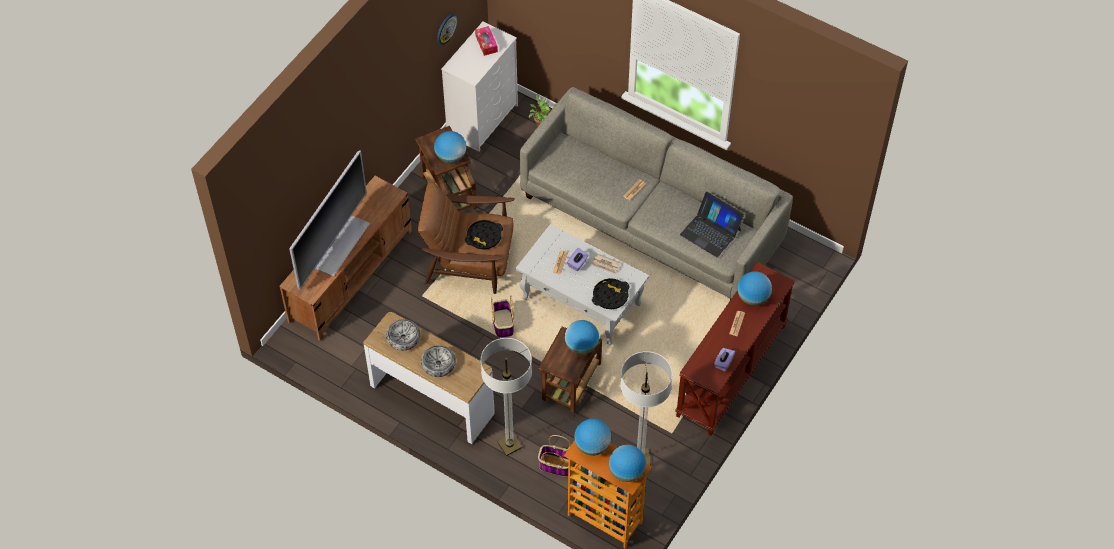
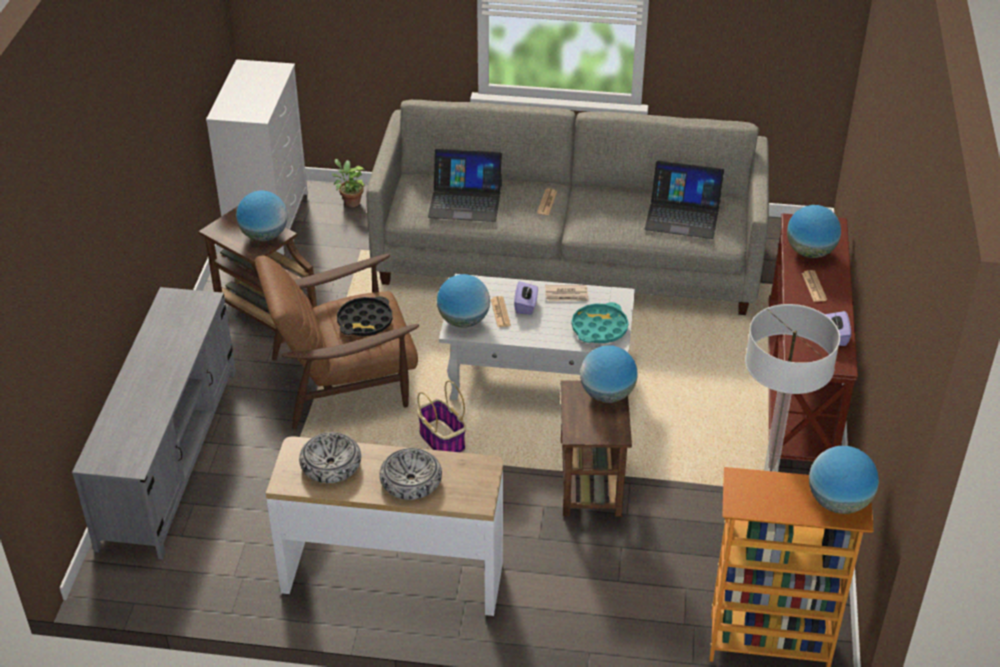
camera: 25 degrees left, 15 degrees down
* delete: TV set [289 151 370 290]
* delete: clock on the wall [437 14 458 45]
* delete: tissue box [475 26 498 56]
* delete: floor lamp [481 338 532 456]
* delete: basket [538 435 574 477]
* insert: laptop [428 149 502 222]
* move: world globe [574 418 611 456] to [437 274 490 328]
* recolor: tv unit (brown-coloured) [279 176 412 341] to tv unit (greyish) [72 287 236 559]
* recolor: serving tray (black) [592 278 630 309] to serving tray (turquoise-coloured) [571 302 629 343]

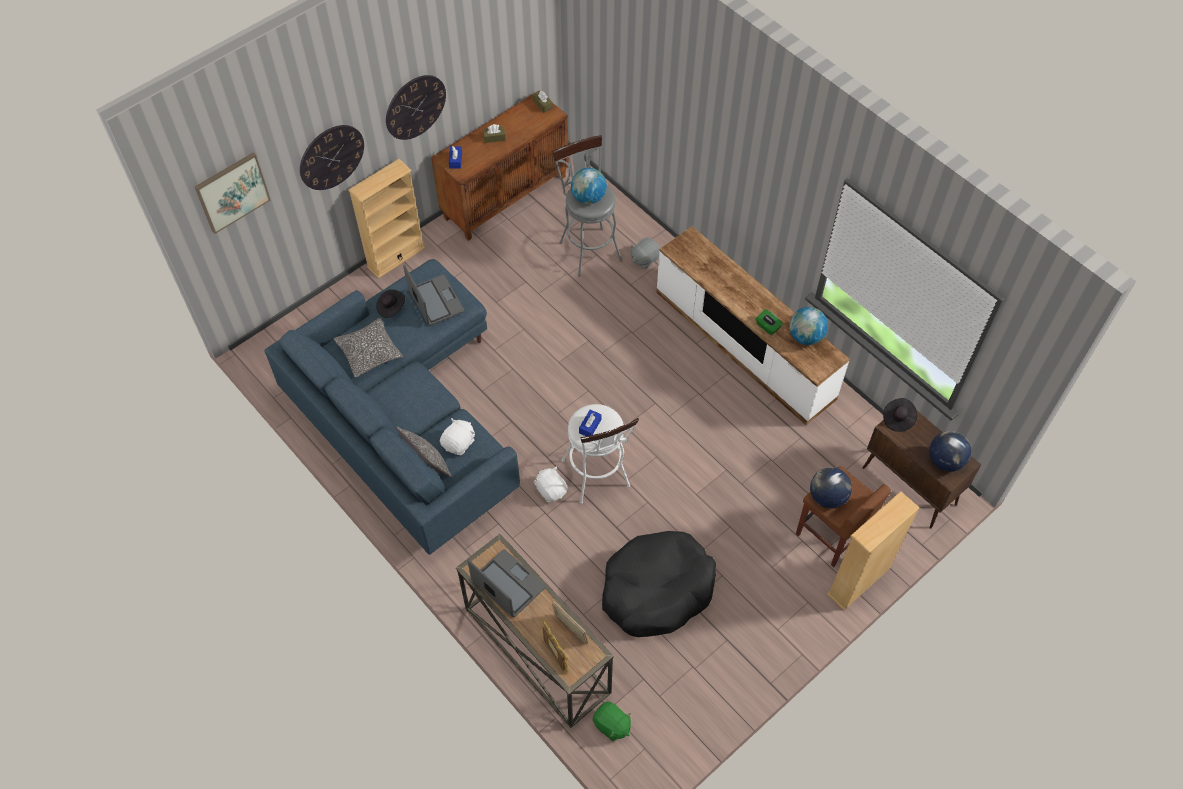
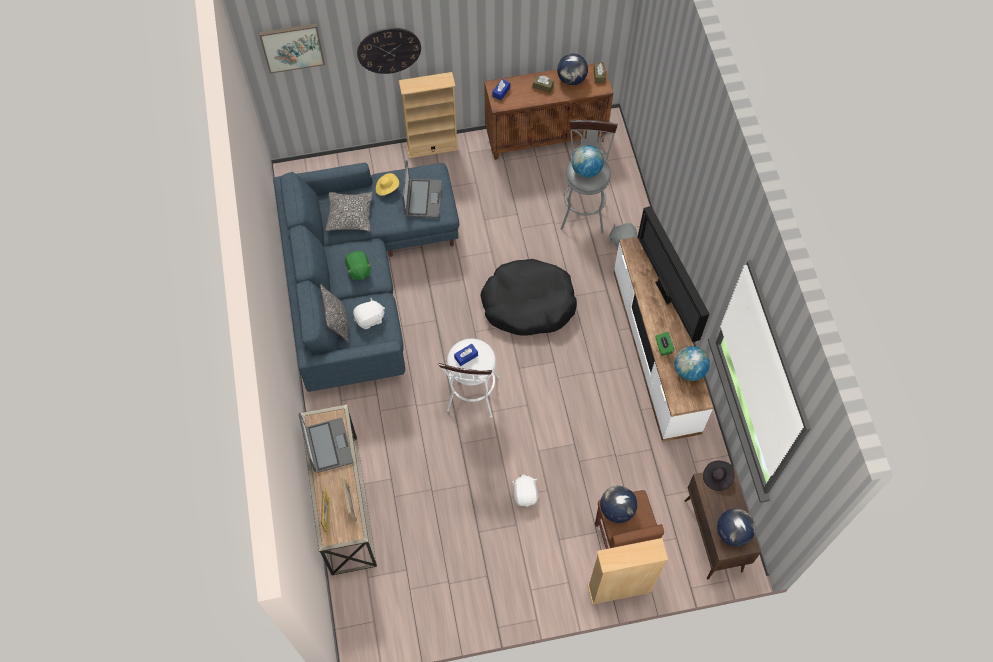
camera: 30 degrees right, 5 degrees up
* delete: clock on the wall [386 75 446 140]
* insert: world globe [557 54 588 85]
* insert: TV set [638 206 710 342]
* move: cuddly toy (whitish) [533 466 568 503] to [512 474 538 507]
* move: cuddly toy (greenish) [593 702 631 741] to [345 251 371 280]
* move: dog cushion (black) [602 531 716 637] to [480 259 577 336]
* recolor: clothing hat (black) [376 289 405 318] to clothing hat (yellow-coloured) [376 173 399 196]

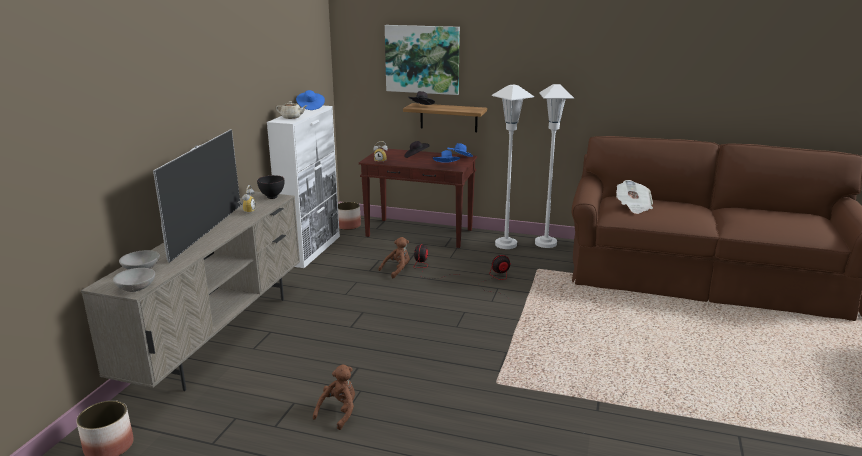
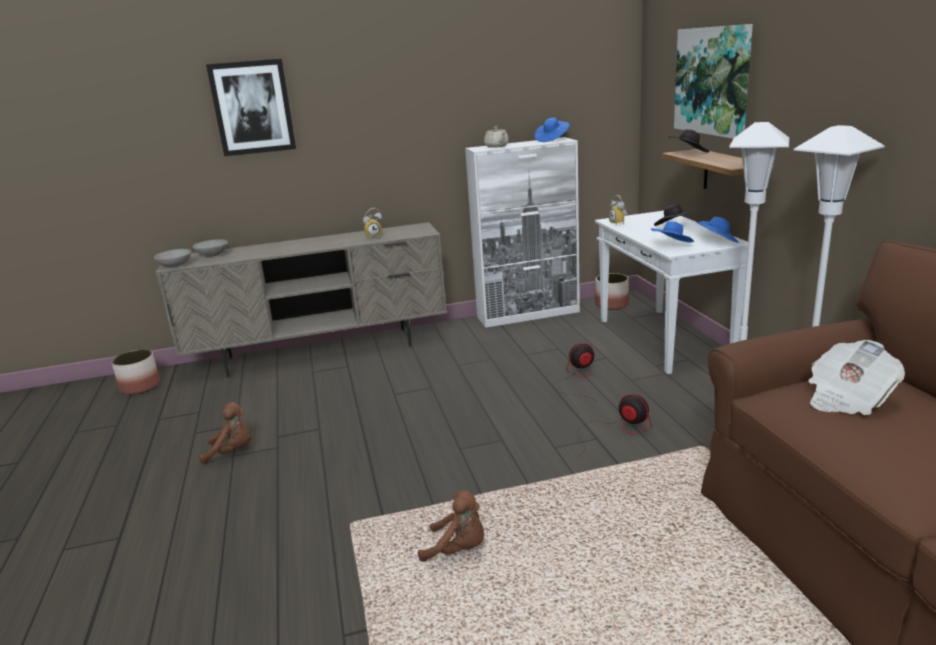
camera: 60 degrees right, 0 degrees up
* delete: TV set [153 130 241 263]
* delete: serving bowl (black) [257 175 284 199]
* insert: wall picture [206 59 296 156]
* move: cuddly toy (brown-coloured) [378 237 410 278] to [418 490 484 562]
* recolor: narrow table (brown-coloured) [359 148 477 248] to narrow table (whitish) [595 211 748 374]

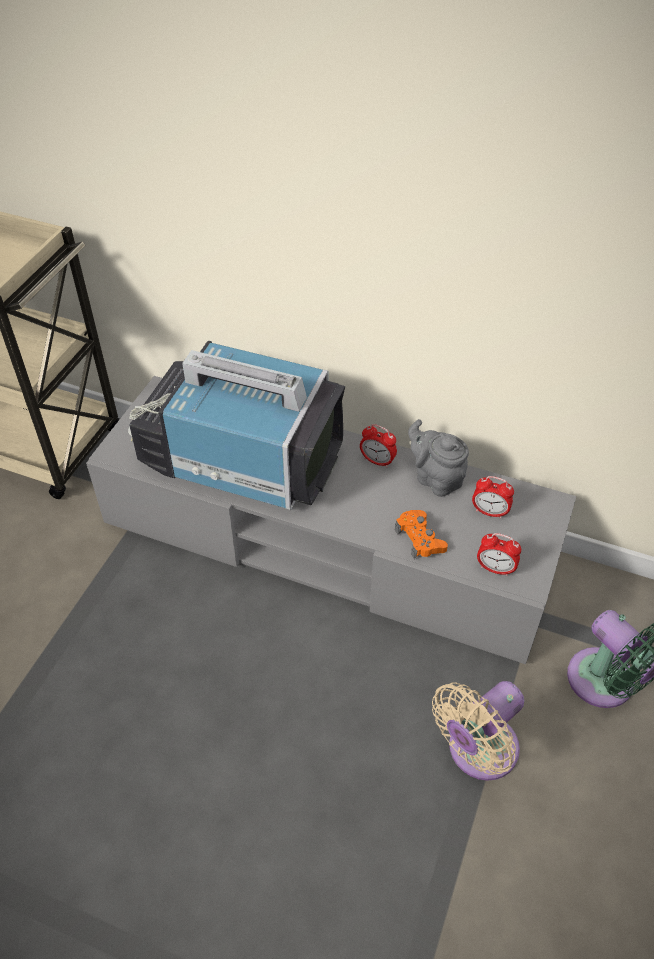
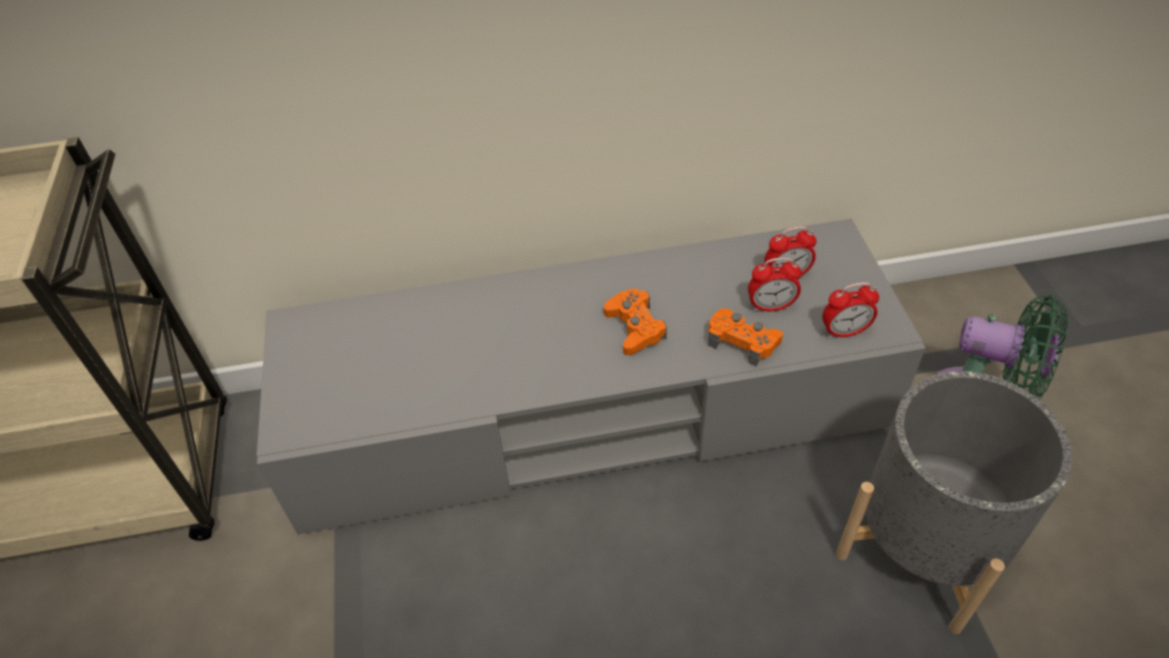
camera: 30 degrees left, 0 degrees up
* delete: TV set [128 341 345 510]
* delete: teapot (greyish) [408 419 469 497]
* insert: game controller (orange-coloured) [604 289 667 355]
* move: table clock [360 424 397 468] to [748 258 802 312]
* replace: cooling fan (sand-coloured) [432 681 524 781] to flower pot (greyish) [836 371 1072 634]

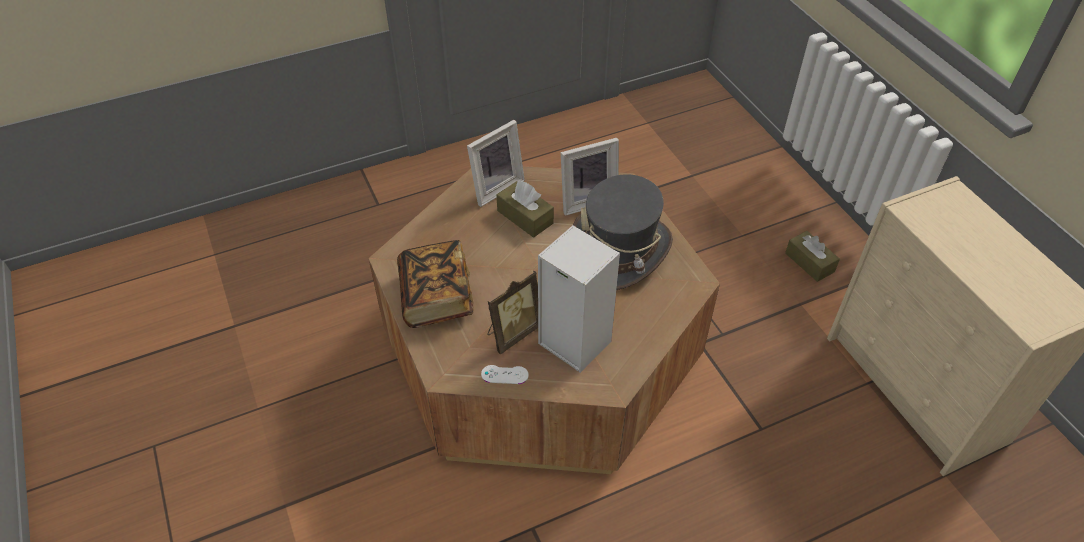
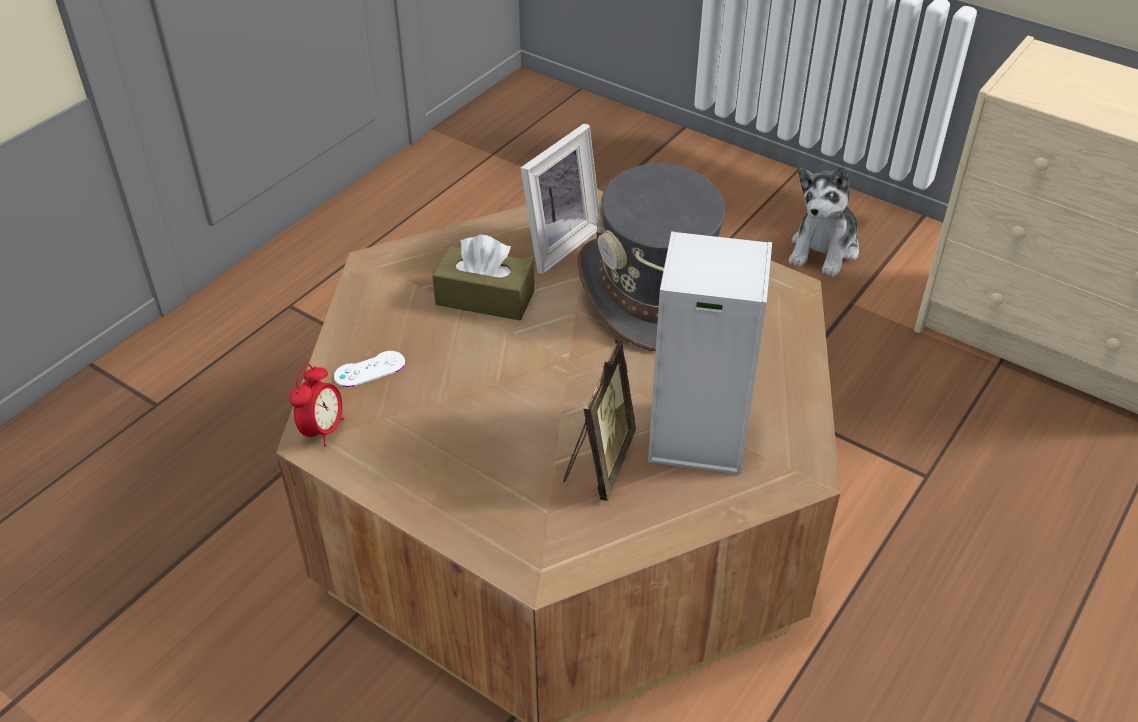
camera: 30 degrees left, 5 degrees down
* delete: volume [397 240 474 328]
* delete: standing frame [467 120 525 207]
* insert: table clock [289 364 344 447]
* move: game controller (whitish) [481 365 529 384] to [334 351 405 387]
* replace: tissue box (brown-coloured) [785 231 840 282] to cuddly toy [789 166 859 277]

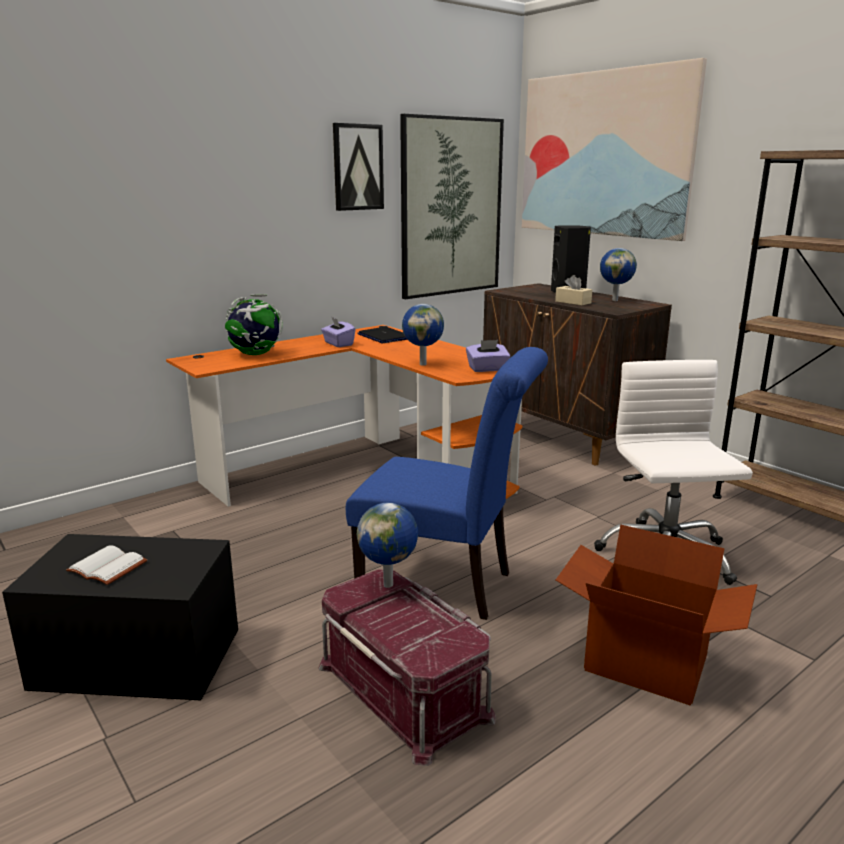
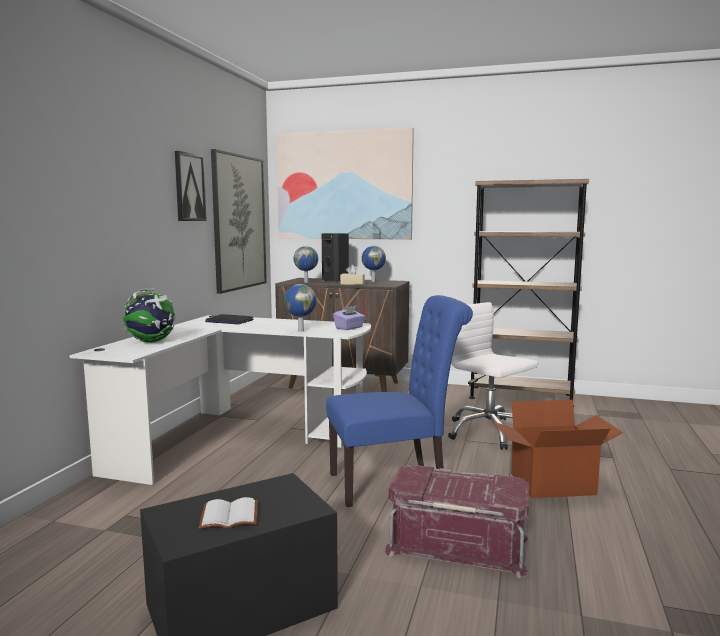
camera: 35 degrees left, 10 degrees down
* delete: tissue box (purplish) [321 317 355 347]
* move: world globe [357 503 418 588] to [293 246 318 283]
* recolor: desk unit (orange-coloured) [166 325 522 507] to desk unit (whitish) [69 315 371 485]

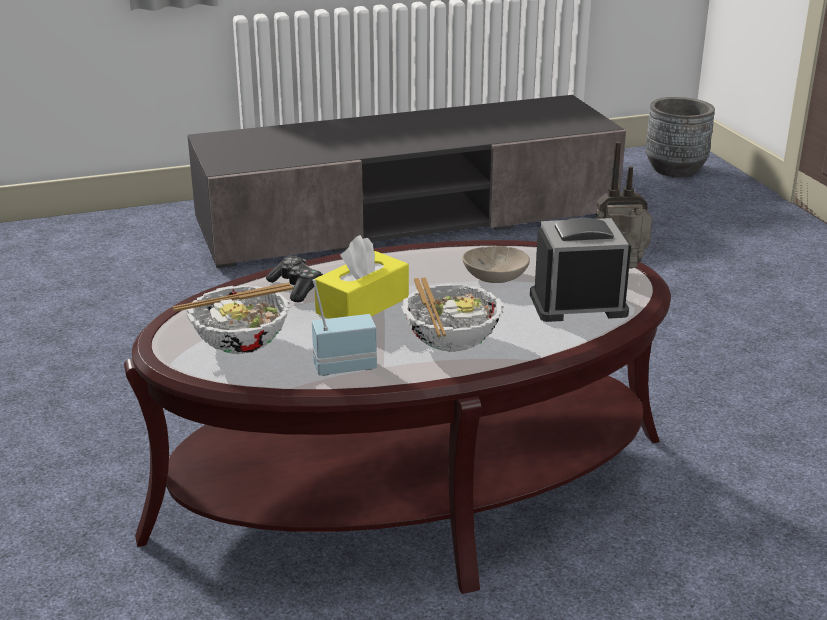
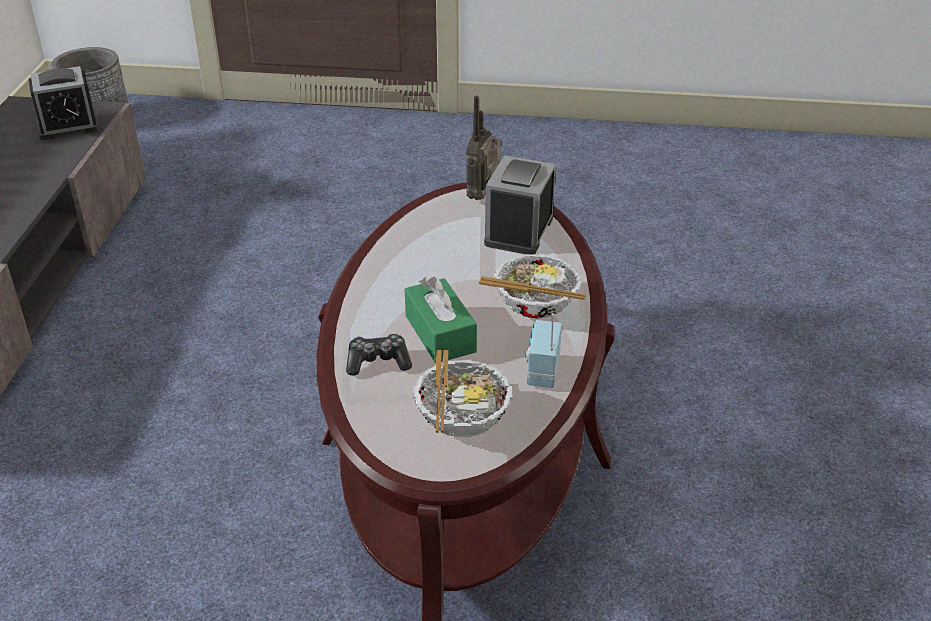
camera: 65 degrees left, 10 degrees up
* delete: serving bowl (sand-coloured) [462 246 530 283]
* insert: table clock [28 66 100 140]
* recolor: tissue box (yellow-coloured) [315 235 409 319] to tissue box (greenish) [405 277 477 363]

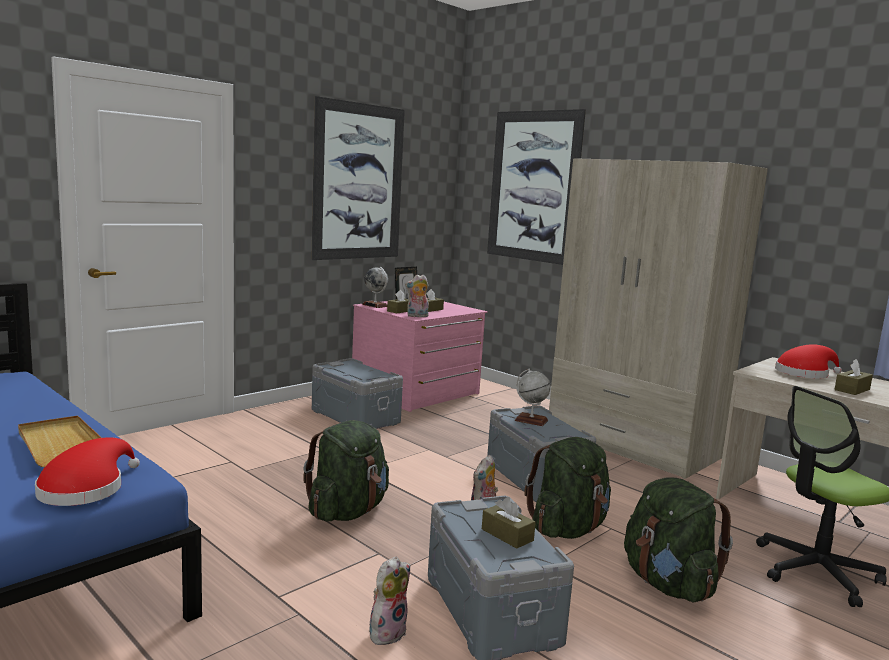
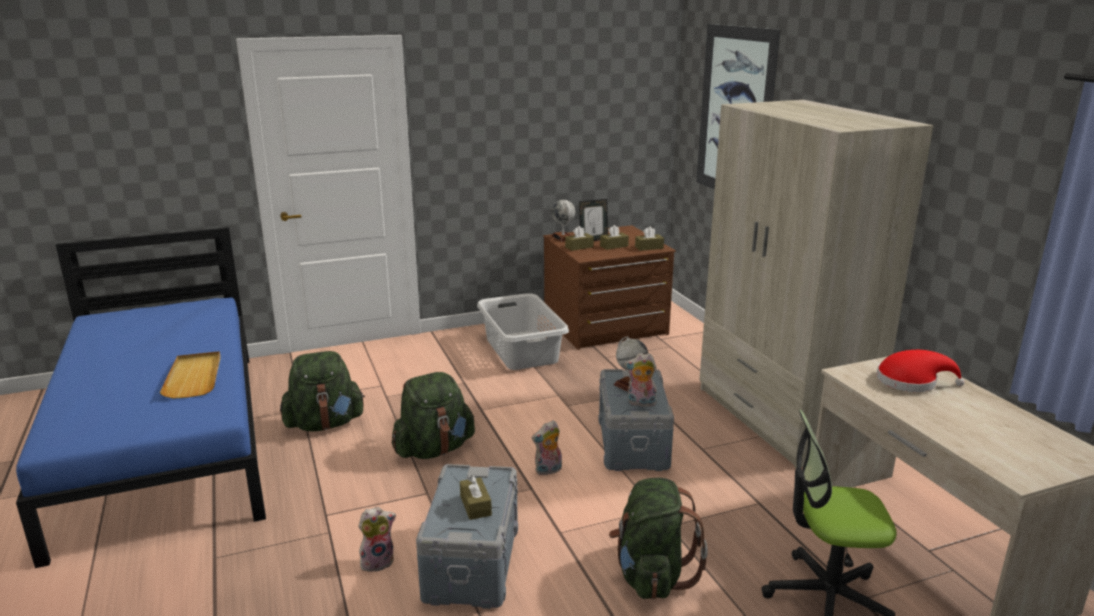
camera: 25 degrees right, 10 degrees up
* delete: clothing hat (red) [35 437 140 506]
* delete: wall picture [311 96 405 260]
* move: cuddly toy [405 275 429 317] to [625 353 657 407]
* move: backpack (greenish) [524 437 611 539] to [280 351 365 431]
* move: tissue box (brown-coloured) [834 359 873 395] to [635 226 664 251]
* replace: storage container (greyish) [312 358 403 429] to washing basket (greyish) [477 293 569 370]
* recolor: dresser (pink-coloured) [352 301 487 412] to dresser (brown-coloured) [543 225 676 350]

